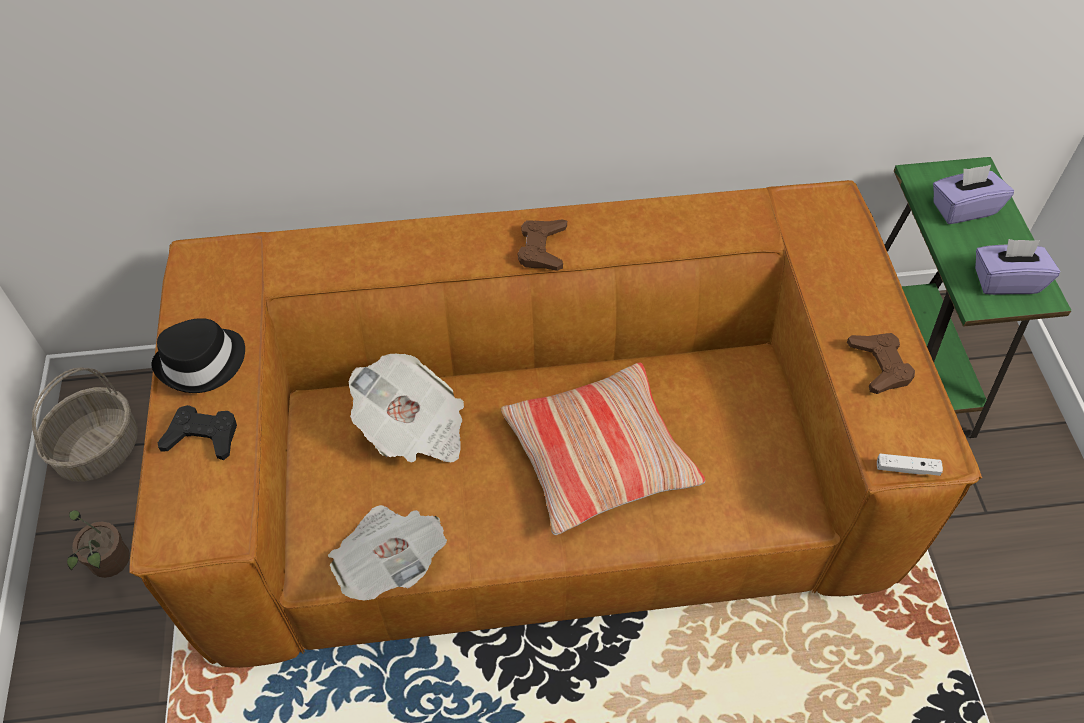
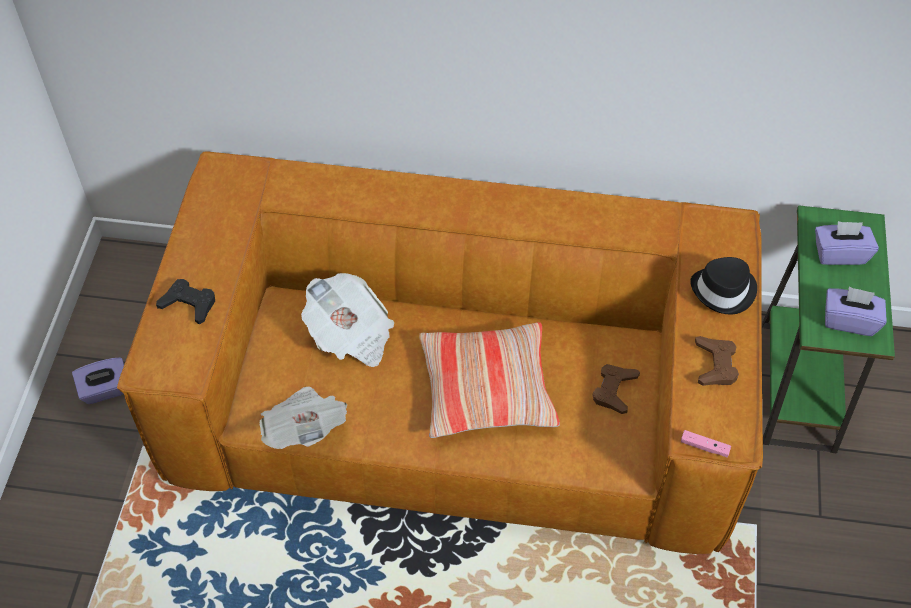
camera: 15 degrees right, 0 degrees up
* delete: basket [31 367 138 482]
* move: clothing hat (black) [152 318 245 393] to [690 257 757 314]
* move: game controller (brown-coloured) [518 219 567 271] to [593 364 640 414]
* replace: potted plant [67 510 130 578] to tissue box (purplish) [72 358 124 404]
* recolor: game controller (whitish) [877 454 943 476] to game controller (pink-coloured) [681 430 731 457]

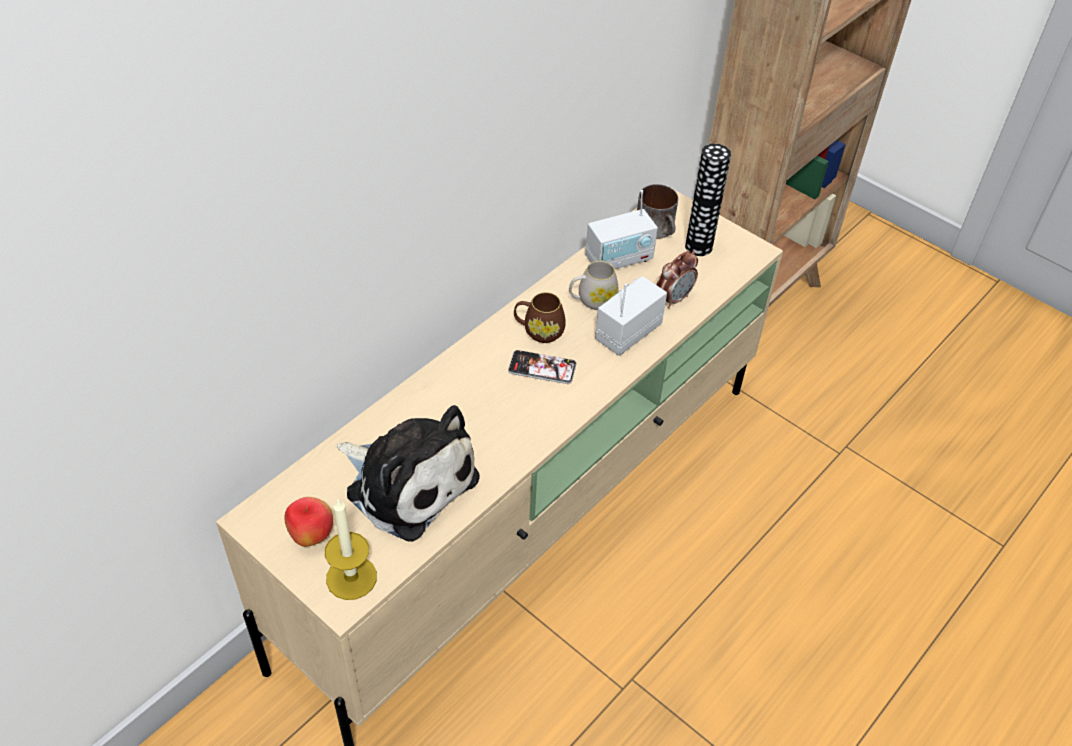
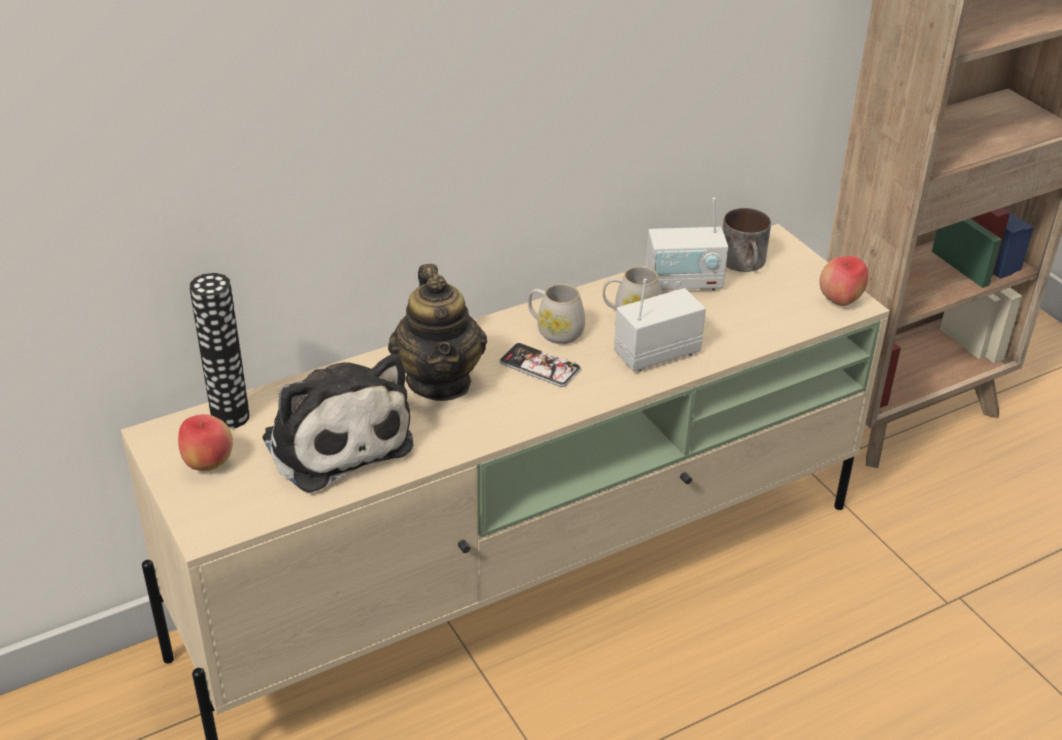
camera: 20 degrees right, 10 degrees down
* delete: wax light [325 498 377 600]
* delete: table clock [656 251 698 309]
* insert: teapot [388 264 487 401]
* insert: apple [819 256 868 306]
* move: vase [685 144 731 256] to [189 273 250 429]
* recolor: coffee mug (brown-coloured) [514 292 566 343] to coffee mug (whitish) [528 284 585 344]

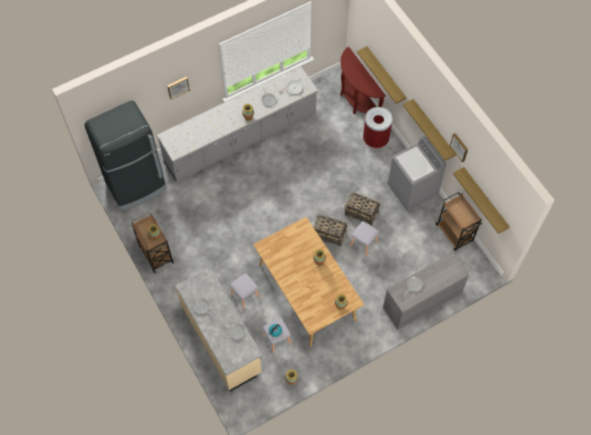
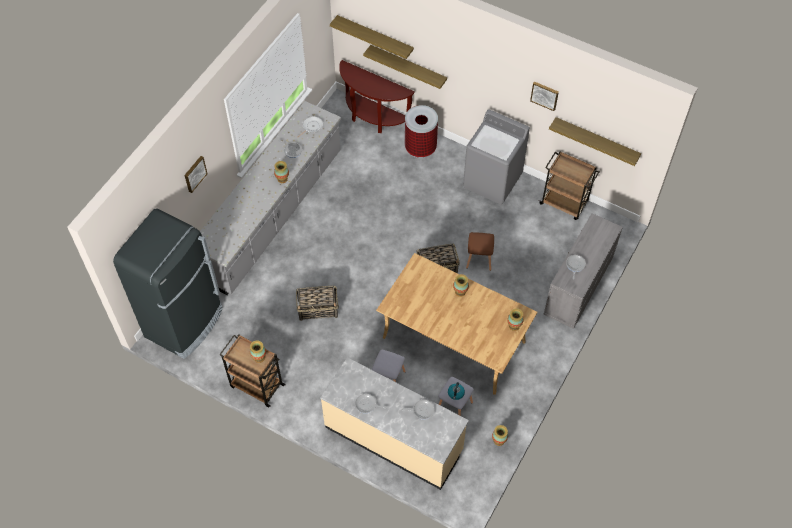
camera: 30 degrees left, 5 degrees down
* move: basket [345 192 381 226] to [296 286 339 321]
* move: wall shelf [403 99 456 161] to [330 15 414 59]
* recolor: stool (greyish) [350 221 379 256] to stool (brown-coloured) [466 232 494 271]

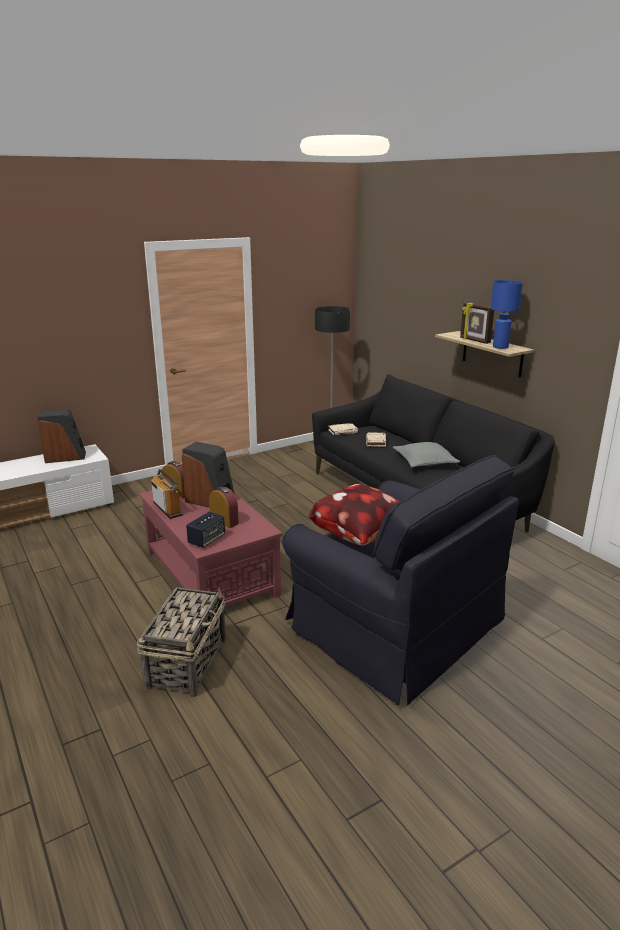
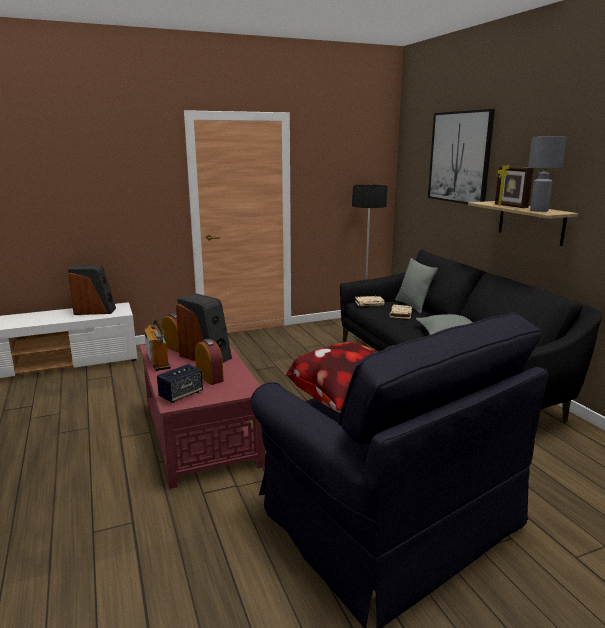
camera: 10 degrees right, 5 degrees down
* delete: basket [136 587 226 697]
* insert: cushion (greyish) [395 258 438 314]
* insert: wall picture [428 109 495 204]
* recolor: table lamp (blue) [491 280 523 349] to table lamp (greyish) [528 136 567 212]

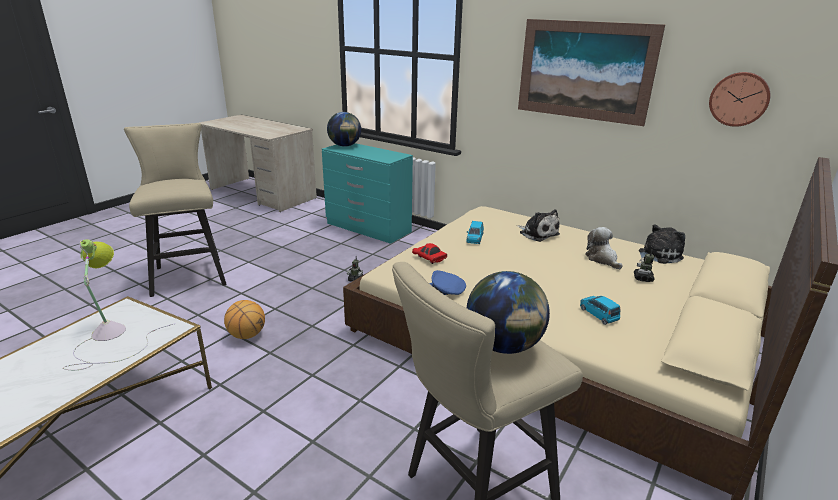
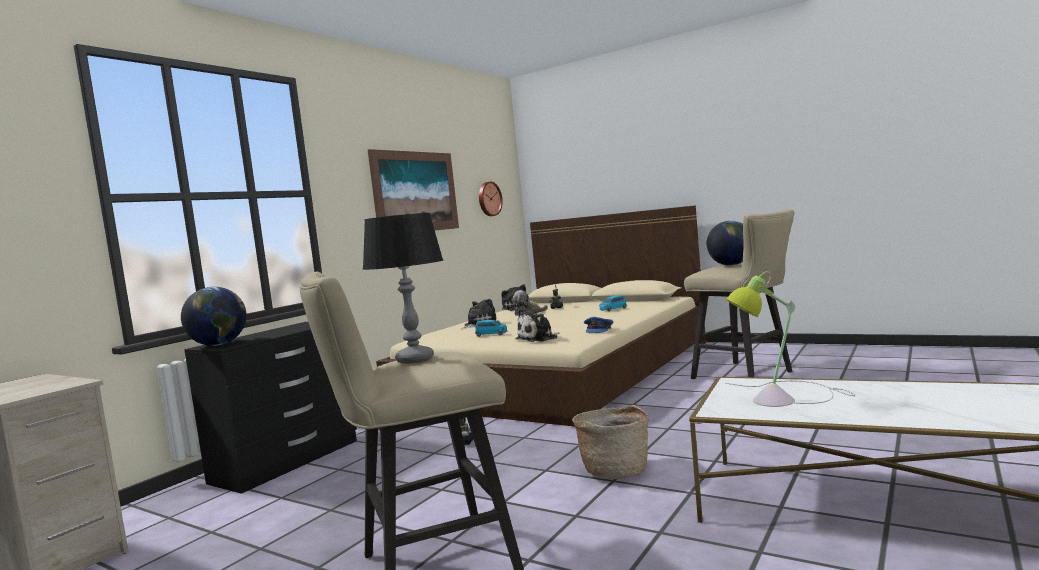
camera: 90 degrees left, 20 degrees down
* insert: table lamp [363 213 443 364]
* replace: ball for basketball [224 300 265 339] to basket [572 405 649 479]
* replace: model car (red) [412 243 447 264] to cuddly toy [516 308 560 342]
* recolor: dresser (turquoise-coloured) [322 143 413 244] to dresser (black) [184 322 357 494]

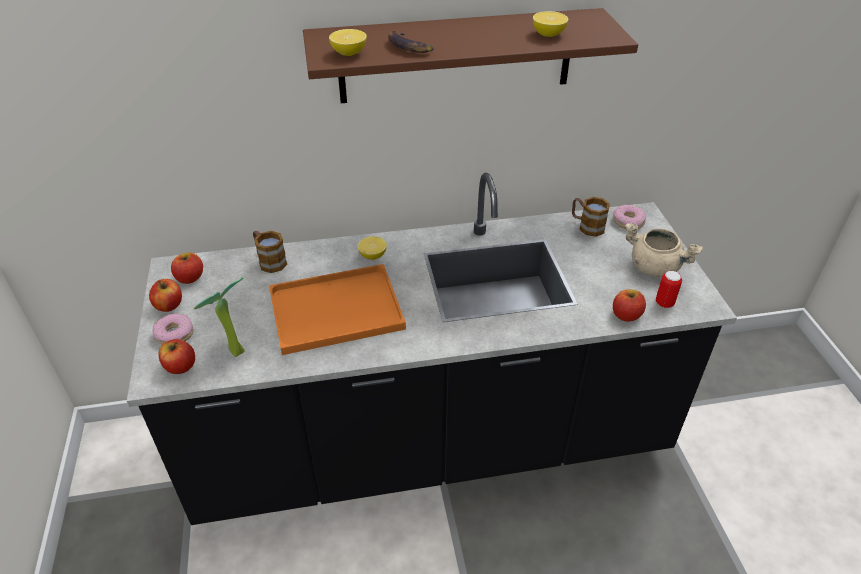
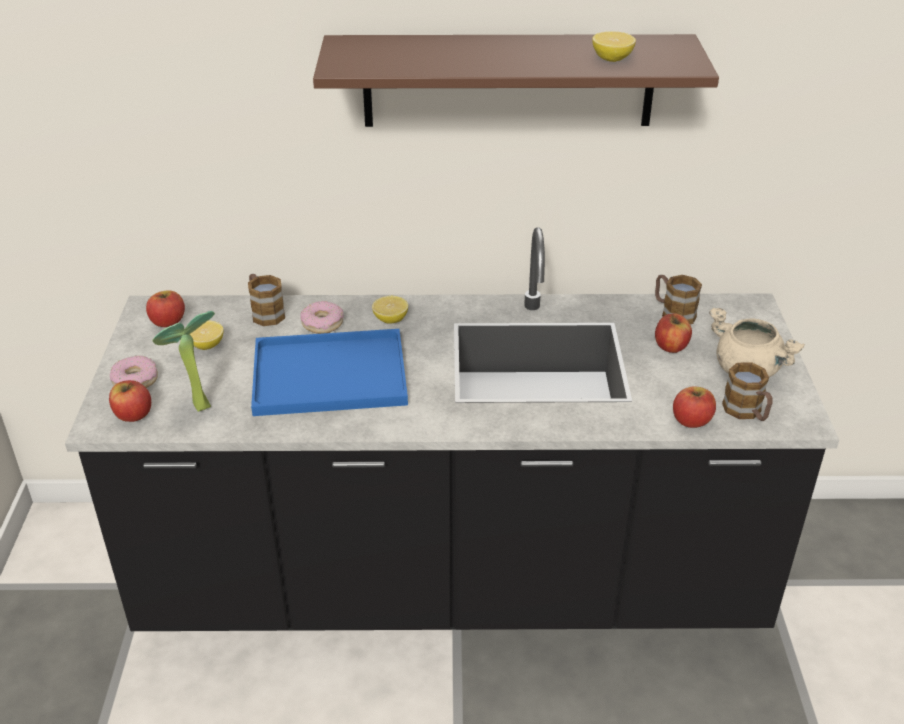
camera: 10 degrees right, 5 degrees down
* delete: banana fruit [388 31 434 53]
* move: apple [149 279 182 312] to [655 313 692 353]
* move: lemon [329 29 367 56] to [189 321 224 350]
* move: doughnut [613 205 646 229] to [300 301 344 334]
* replace: metal can [656 271 682 308] to coffee mug [722 362 773 421]
* recolor: serving tray (orange-coloured) [269 264 406 355] to serving tray (blue) [251 329 408 416]

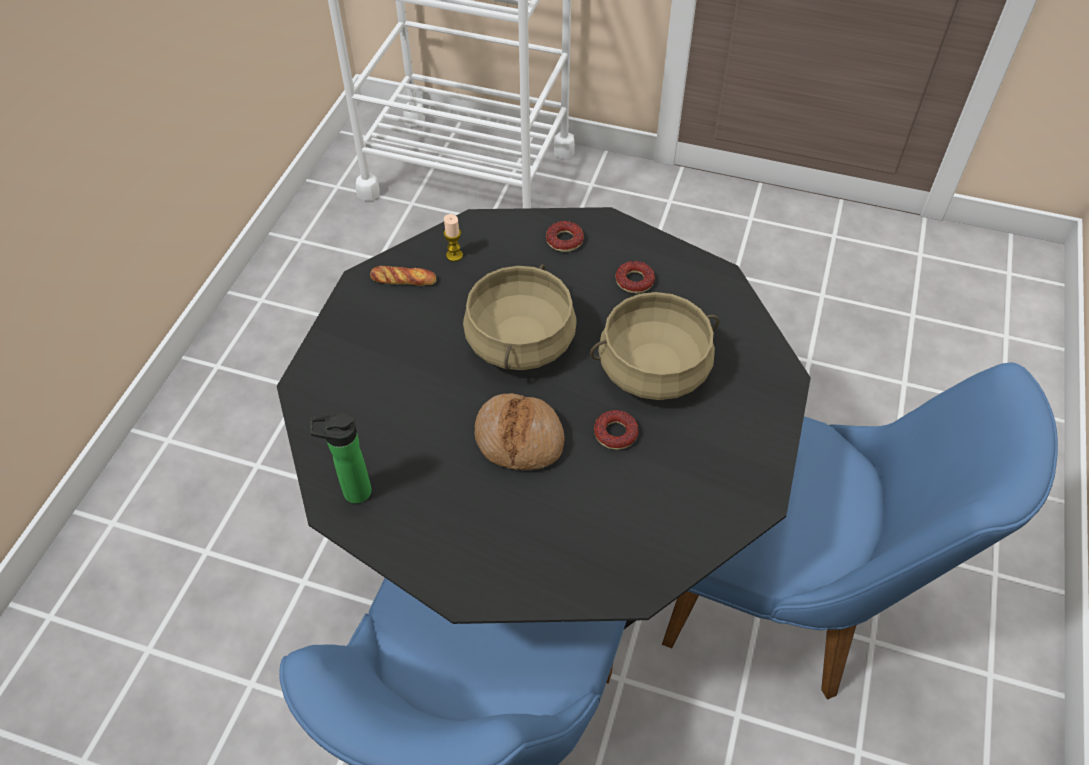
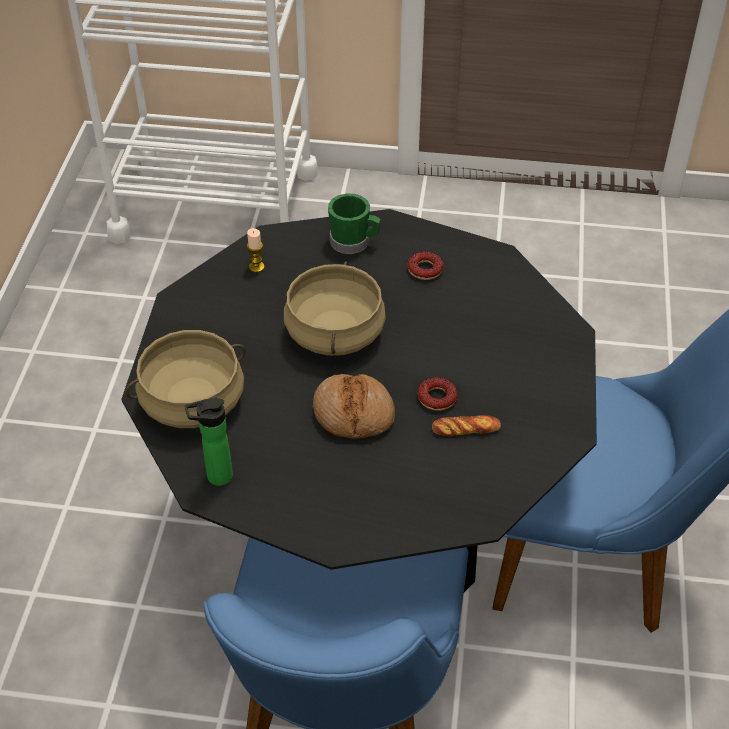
camera: 10 degrees left, 5 degrees down
* move: bread [370 266 436 286] to [432 415 501 436]
* move: cooking pot (sand-coloured) [590 292 719 400] to [125 330 246 428]
* replace: doughnut [546 221 584 252] to coffee mug (greenish) [328 193 381 254]

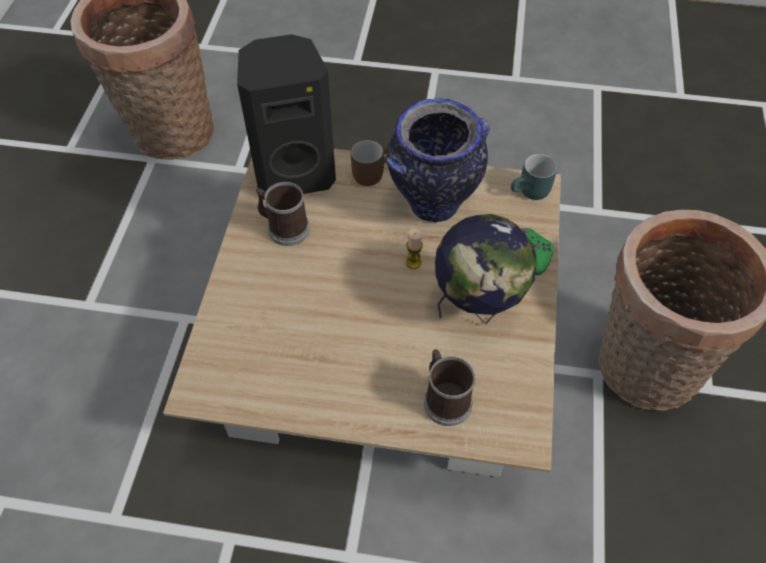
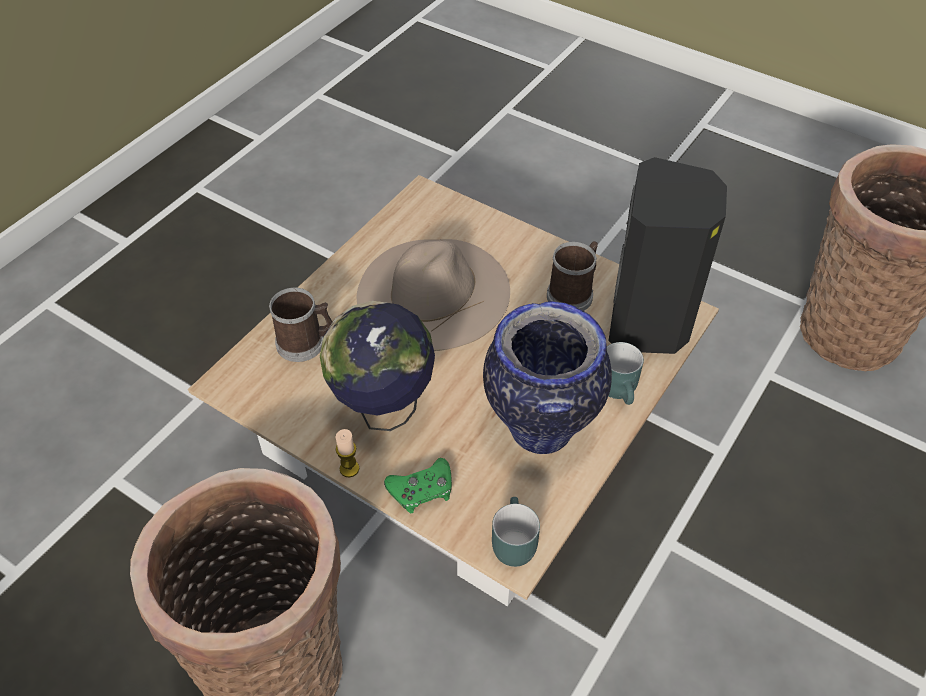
camera: 115 degrees right, 5 degrees down
* insert: clothing hat (sand-coloured) [357 239 510 351]
* move: wax light [406 229 423 269] to [336 429 359 477]
* recolor: coffee mug (brown-coloured) [351 140 388 186] to coffee mug (turquoise-coloured) [607 342 644 405]

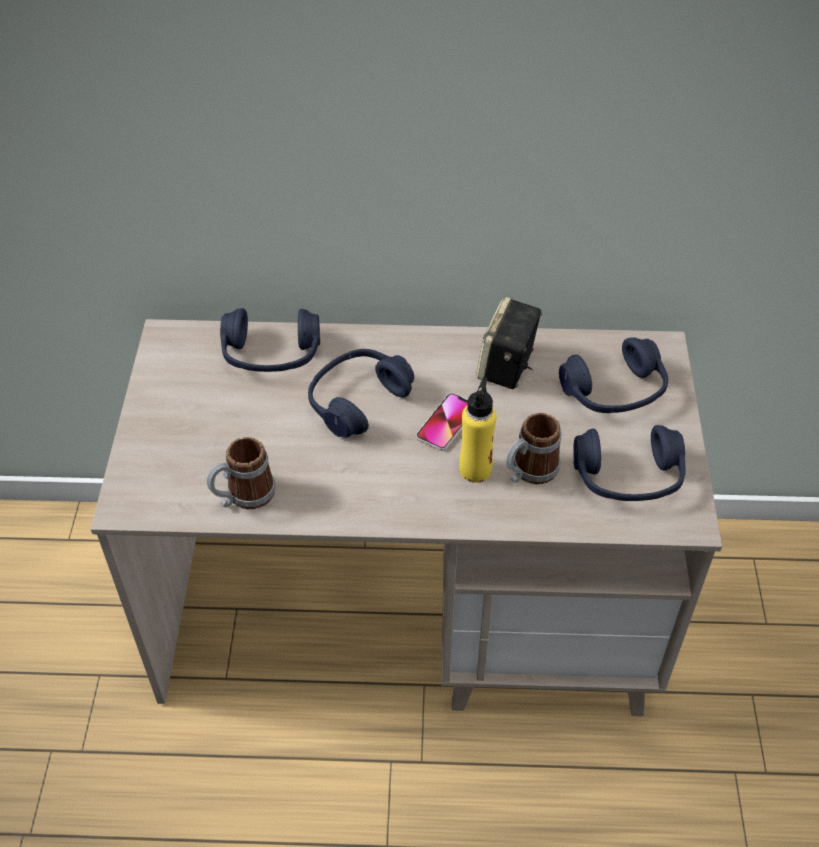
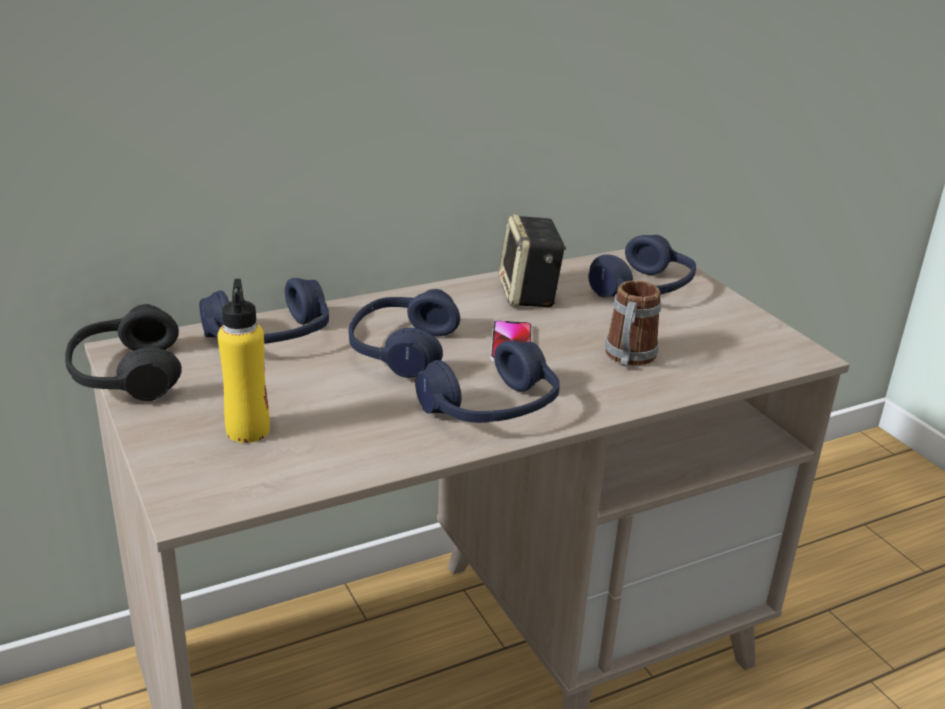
camera: 30 degrees left, 20 degrees down
* delete: coffee mug [207 437 275 509]
* insert: headphones (black) [65 304 182 401]
* move: bottle (yellow-coloured) [459 377 496 483] to [218 279 270 443]
* move: headphones (blue) [573 425 686 501] to [415 341 560 423]

